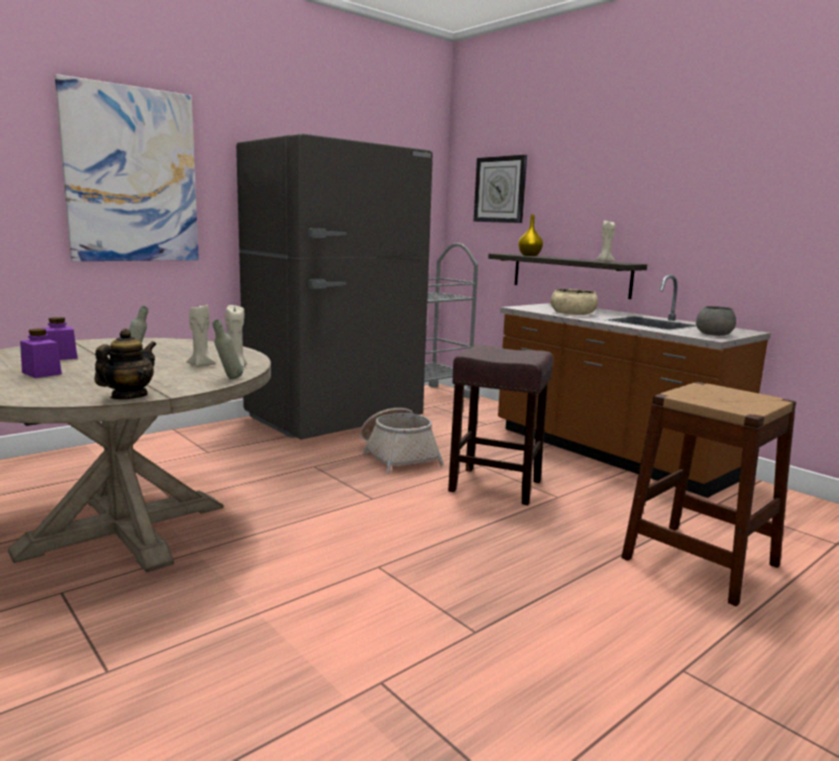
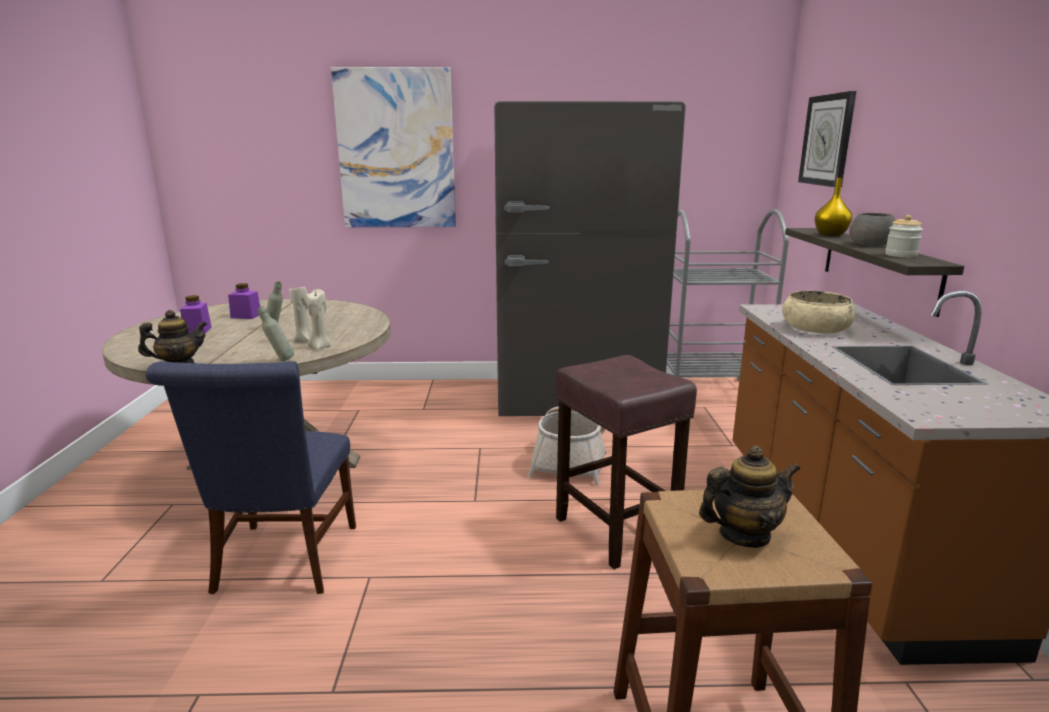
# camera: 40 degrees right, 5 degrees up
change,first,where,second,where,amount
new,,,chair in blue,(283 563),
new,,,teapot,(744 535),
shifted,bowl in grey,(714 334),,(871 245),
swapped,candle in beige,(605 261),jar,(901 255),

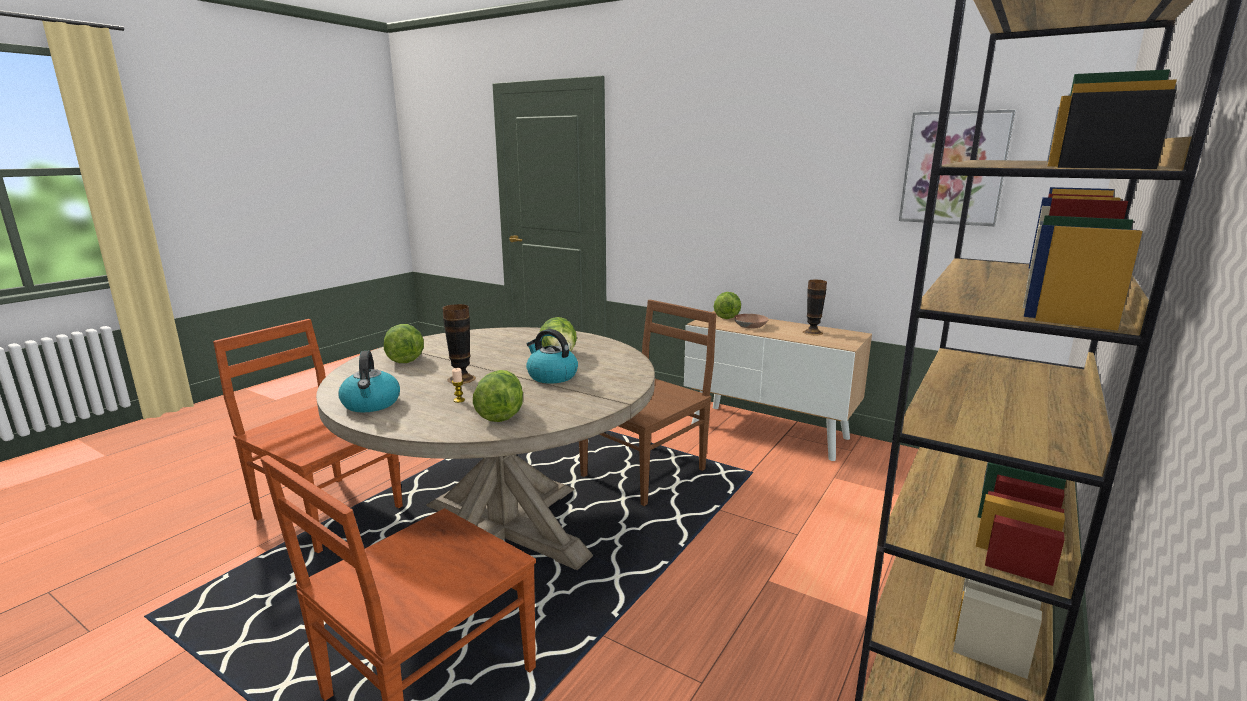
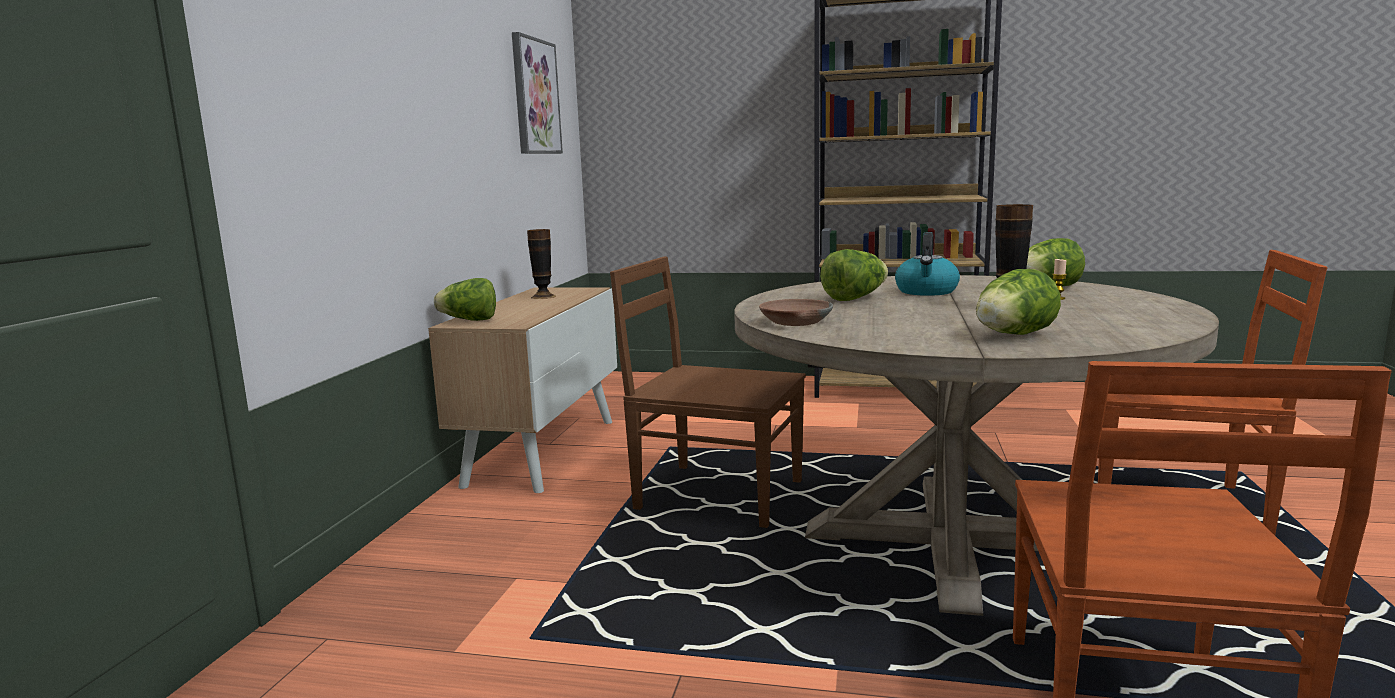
# camera: 110 degrees left, 5 degrees down
change,first,where,second,where,amount
gone,kettle,(371 404),,,
shifted,bowl in brown,(750 325),,(794 322),

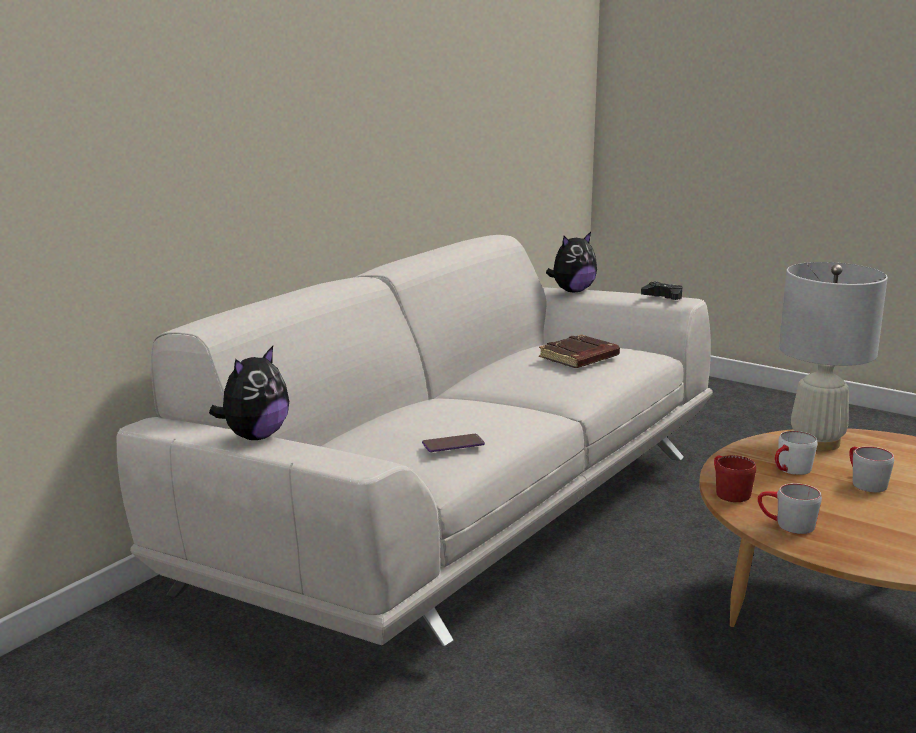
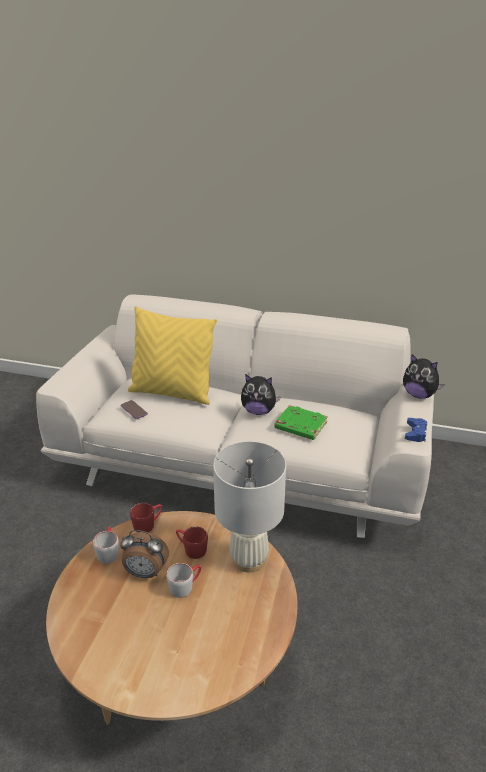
# camera: 70 degrees right, 15 degrees up
change,first,where,second,where,amount
new,,,alarm clock,(145 573),
new,,,pillow in yellow,(172 392),
shifted,plush toy,(254 436),,(258 411),
repainted,book in brown,(579 358),book in green,(300 426),
repainted,game controller in black,(663 297),game controller in blue,(415 433),
repainted,mug in white,(790 470),mug in red,(191 549),

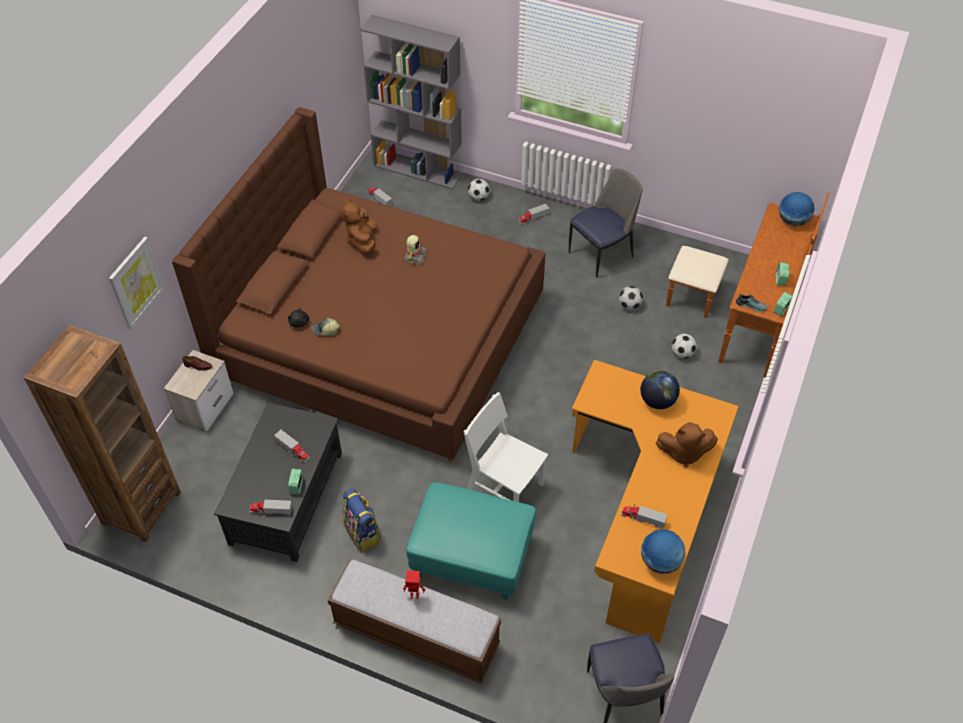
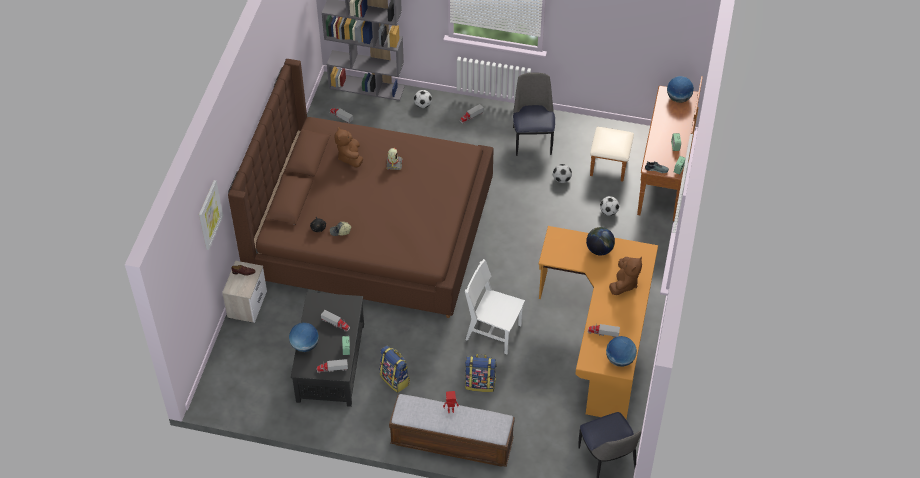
# camera: 10 degrees left, 0 degrees up
change,first,where,second,where,amount
gone,bookcase in brown,(141 507),,,
new,,,globe,(305 345),
swapped,ottoman in turquoise,(472 556),backpack,(480 383),
rotated,chair,(602 253),,(532 139),45 degrees counterclockwise
rotated,plush toy in brown,(683 453),,(624 284),60 degrees counterclockwise

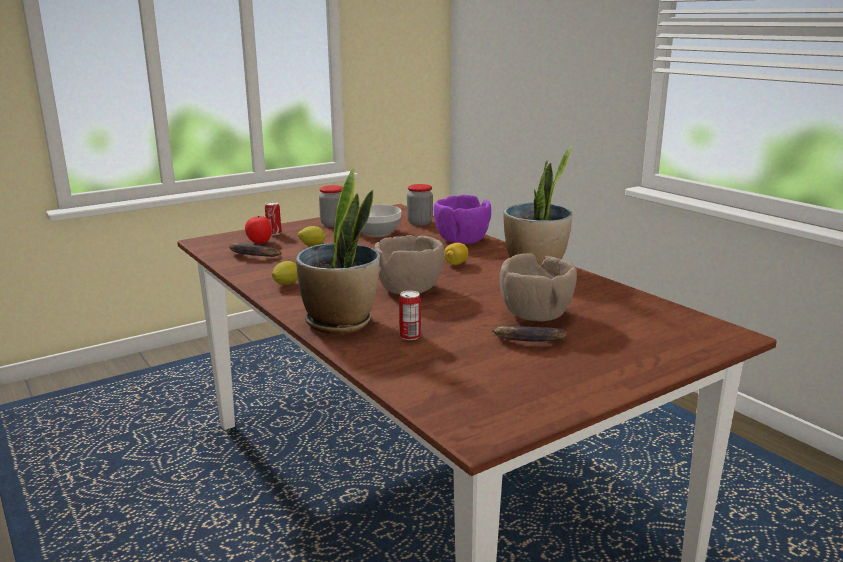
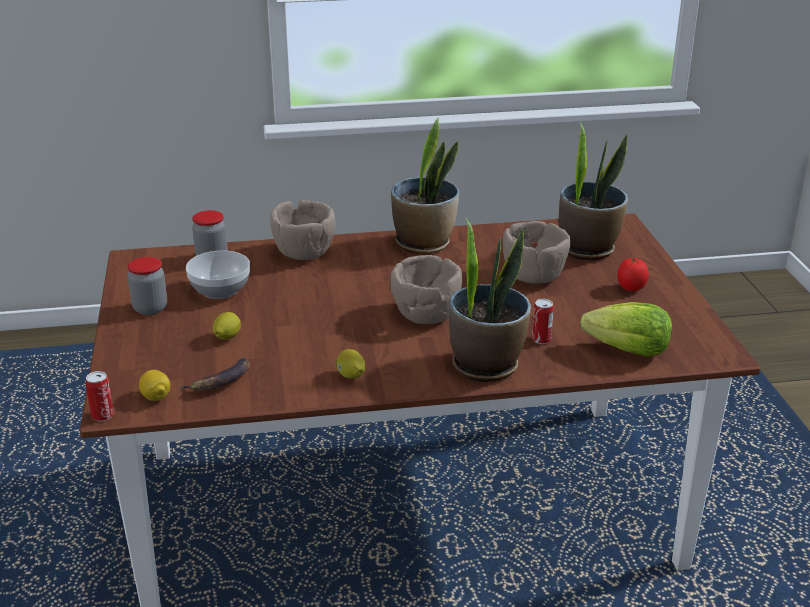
# camera: 65 degrees left, 10 degrees up
change,first,where,second,where,amount
gone,banana,(528 340),,,
new,,,potted plant,(587 249),
new,,,lettuce,(628 351),
shifted,tomato,(259 242),,(630 288),
shifted,can,(274 233),,(102 415),
shifted,lemon,(456 264),,(156 397),
repainted,bowl in purple,(461 240),bowl in brown,(304 253),

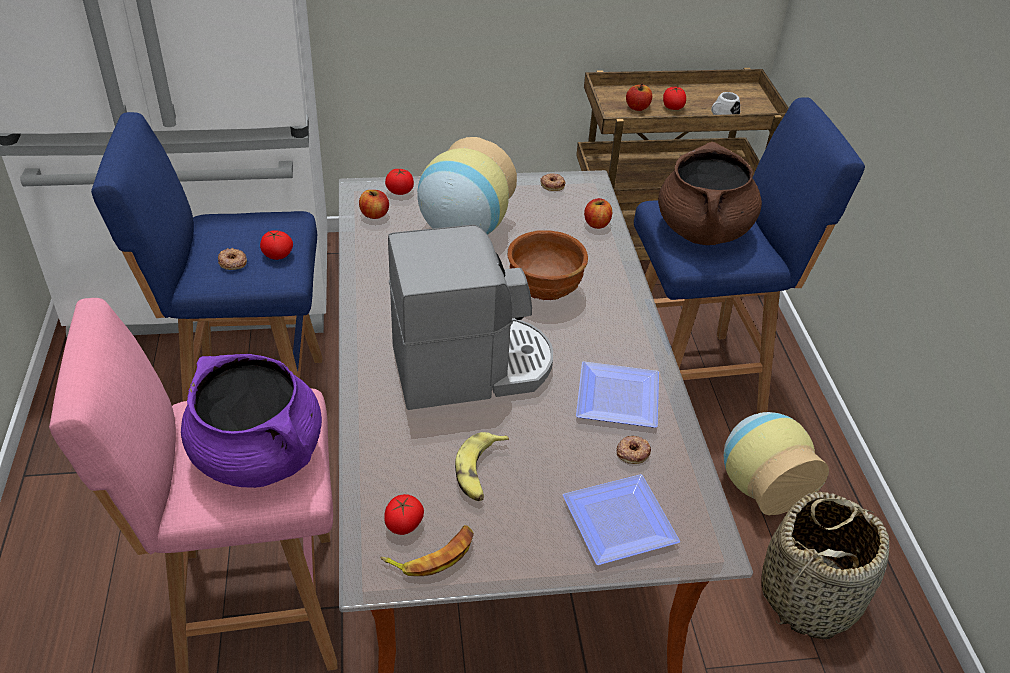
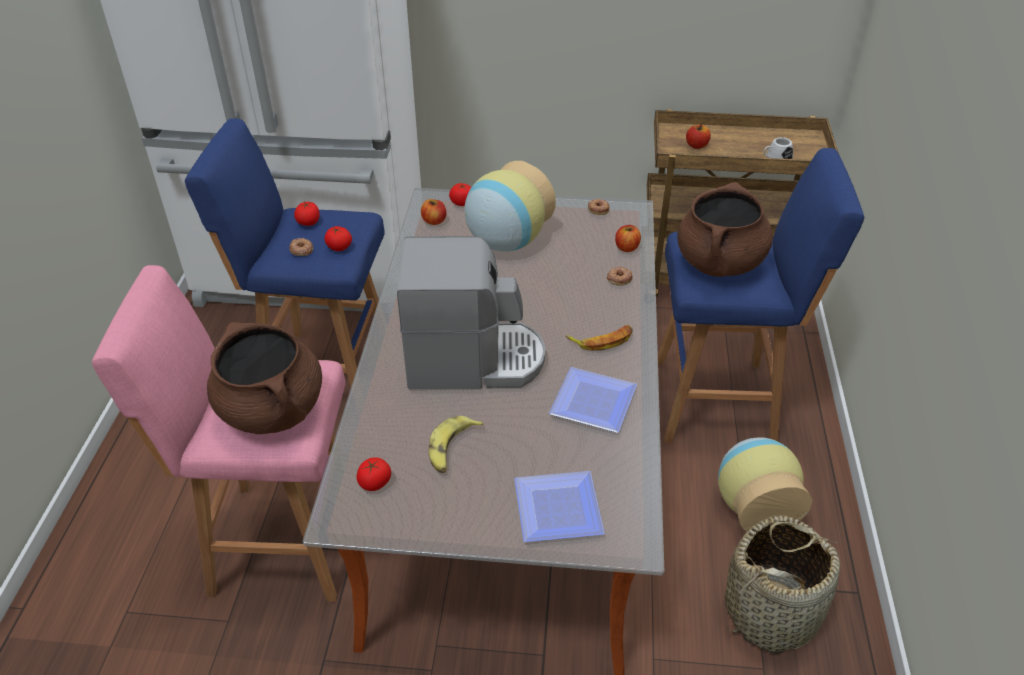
# camera: 15 degrees right, 0 degrees up
change,first,where,second,where,amount
gone,bowl in brown,(544 290),,,
shifted,banana,(432 555),,(602 340),
shifted,donut,(632 452),,(619 278),
shifted,tomato,(672 107),,(308 222),
repainted,cooking pot in purple,(259 455),cooking pot in brown,(272 409),

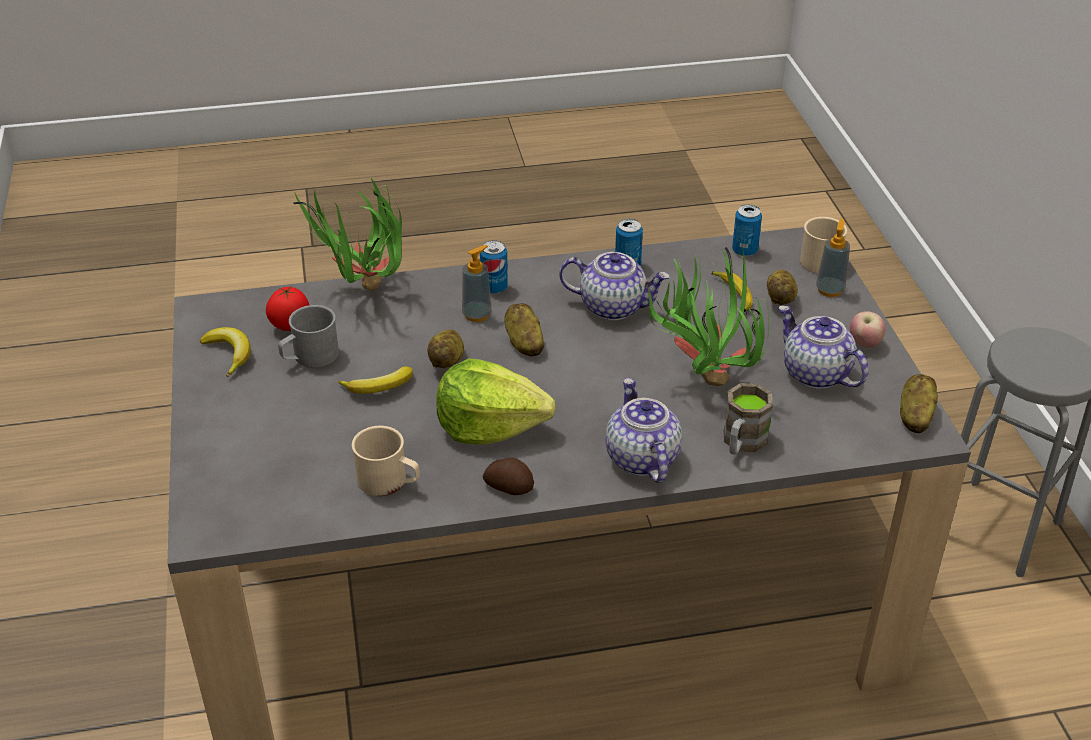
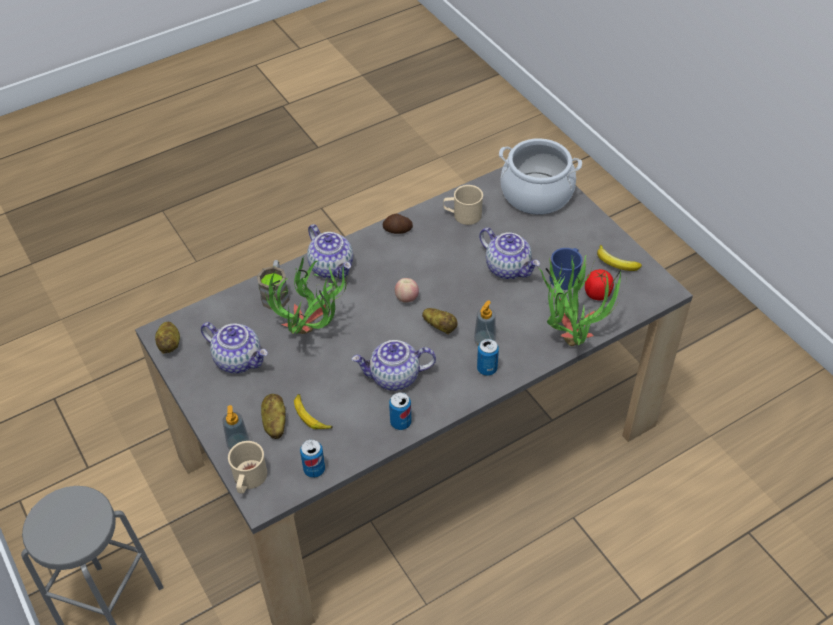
# camera: 160 degrees right, 10 degrees up
change,first,where,second,where,amount
gone,potato,(447 361),,,
gone,lettuce,(490 426),,,
new,,,cooking pot,(536 193),
shifted,apple,(864 344),,(406 298),
swapped,banana,(379 388),teapot,(508 268),
repainted,mug in grey,(310 357),mug in blue,(566 275),

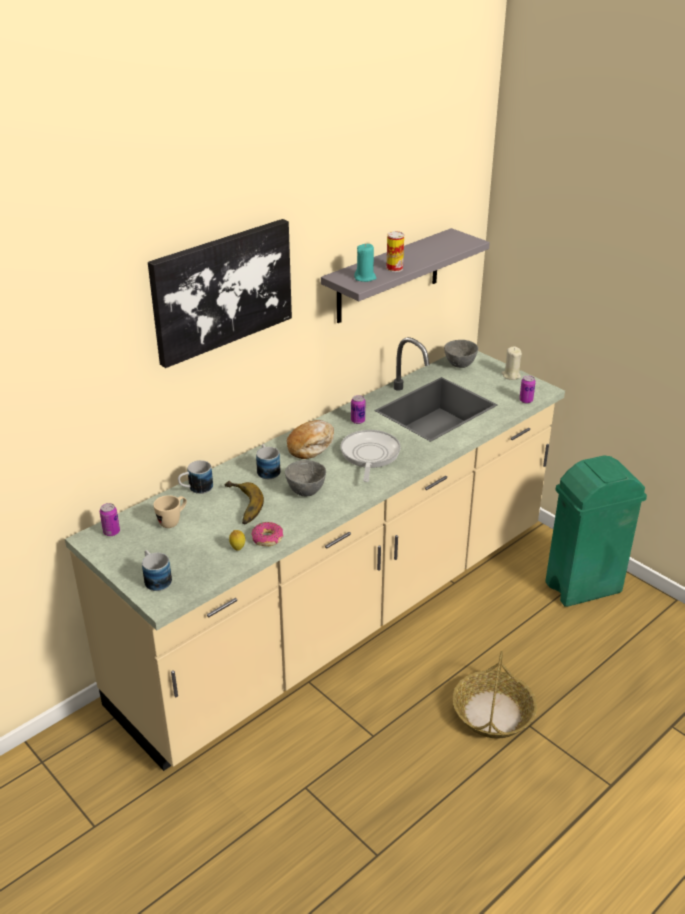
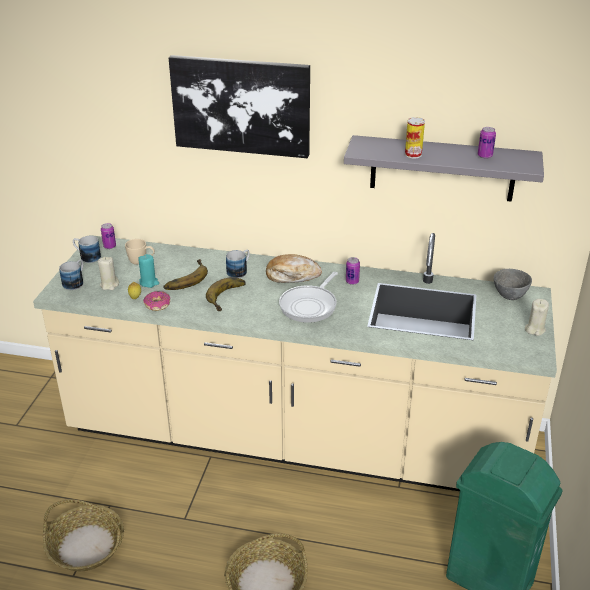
# camera: 55 degrees right, 0 degrees up
change,first,where,second,where,amount
new,,,basket,(85 546),
new,,,candle in beige,(109 285),
shifted,mug,(196 488),,(87 257),
shifted,candle in turquoise,(365 278),,(149 282),
shifted,can,(526 400),,(484 156),
swapped,bowl in grey,(305 492),banana,(229 297),
rotated,frying pan,(369 455),,(310 305),150 degrees clockwise

